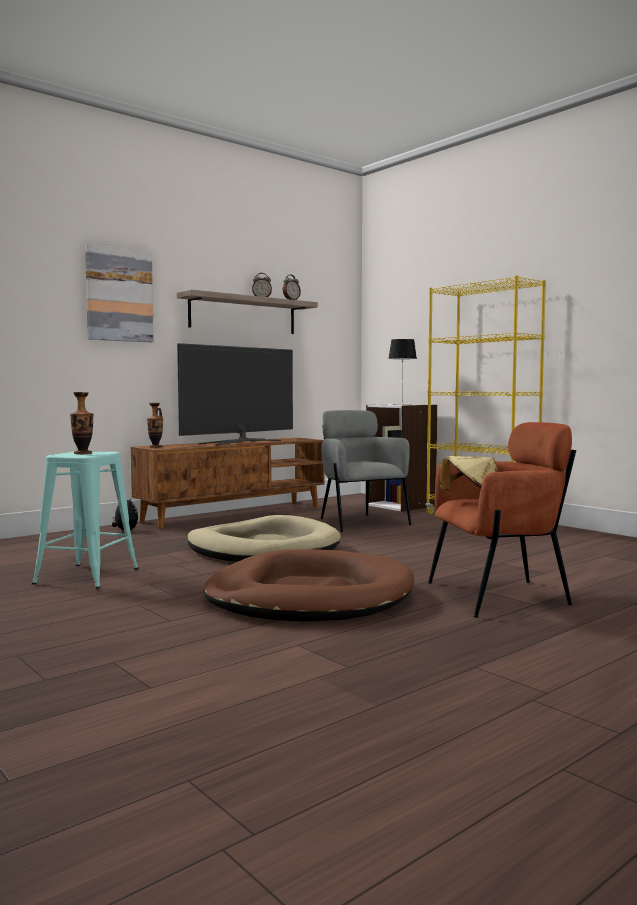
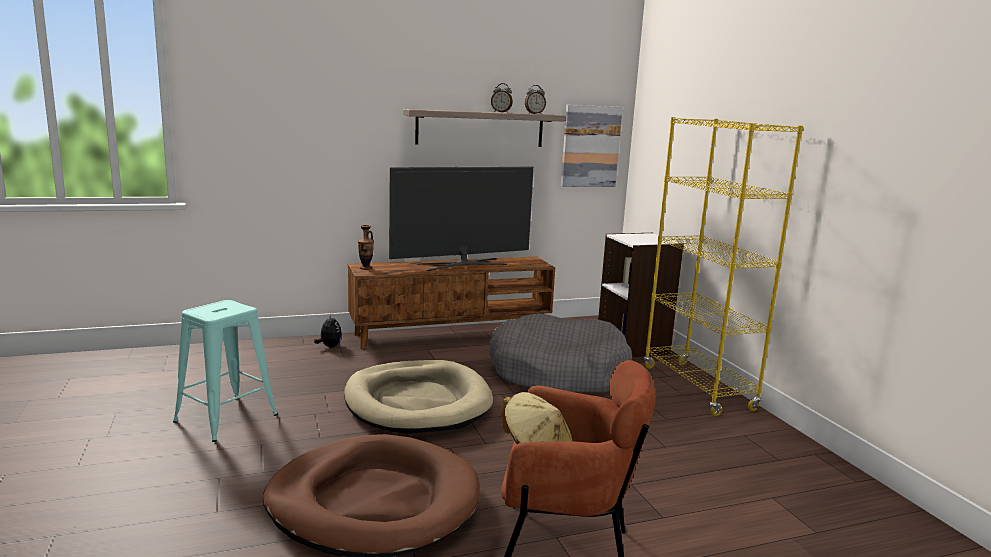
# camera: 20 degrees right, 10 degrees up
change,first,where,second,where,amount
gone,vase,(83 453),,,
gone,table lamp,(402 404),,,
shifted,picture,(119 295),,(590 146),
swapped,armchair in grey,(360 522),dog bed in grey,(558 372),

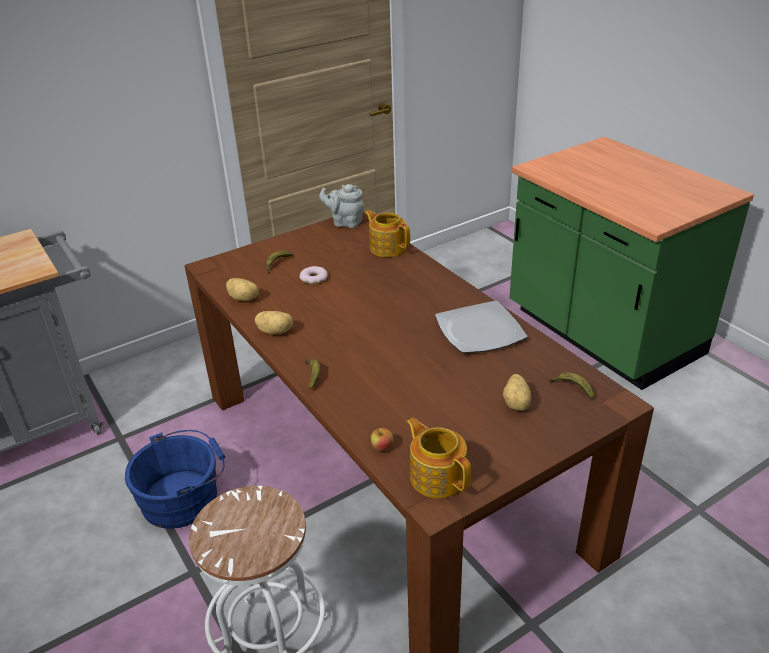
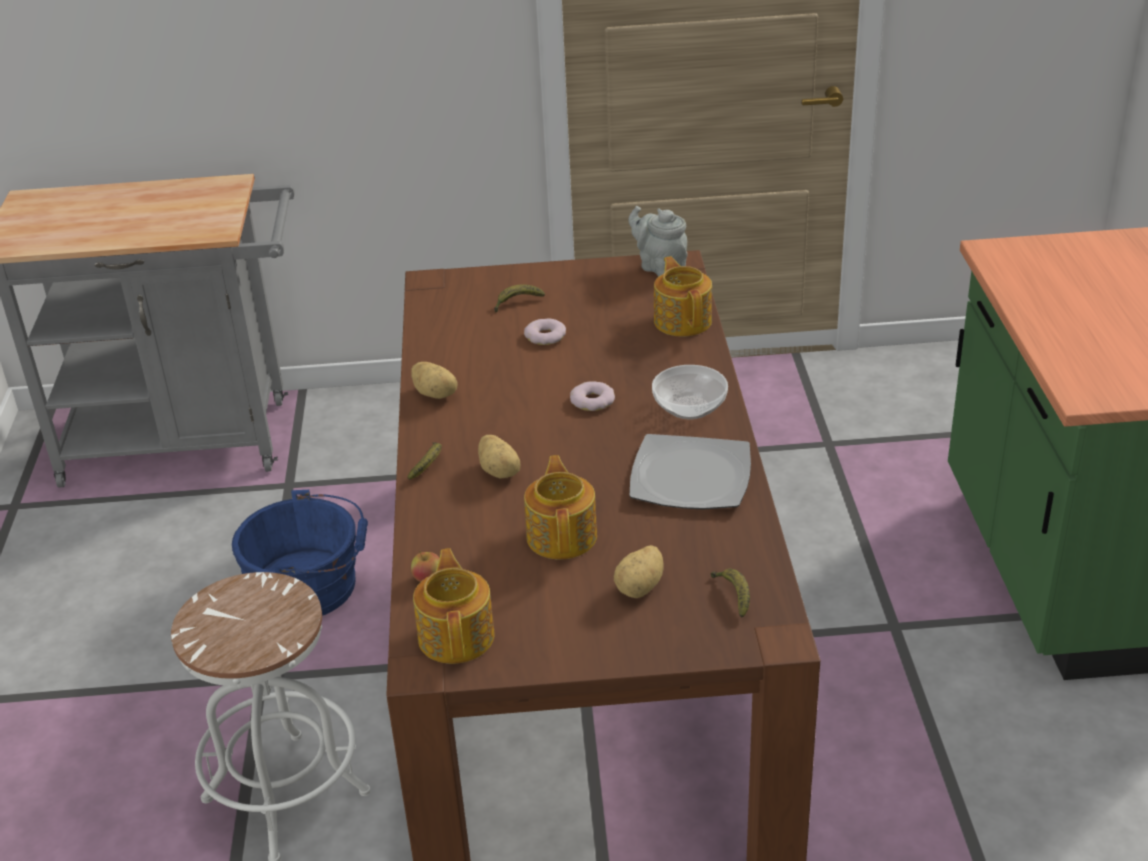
# camera: 30 degrees right, 0 degrees up
change,first,where,second,where,amount
new,,,teapot,(562 535),
new,,,donut,(592 401),
new,,,bowl,(690 407),
shifted,potato,(244 298),,(500 471),

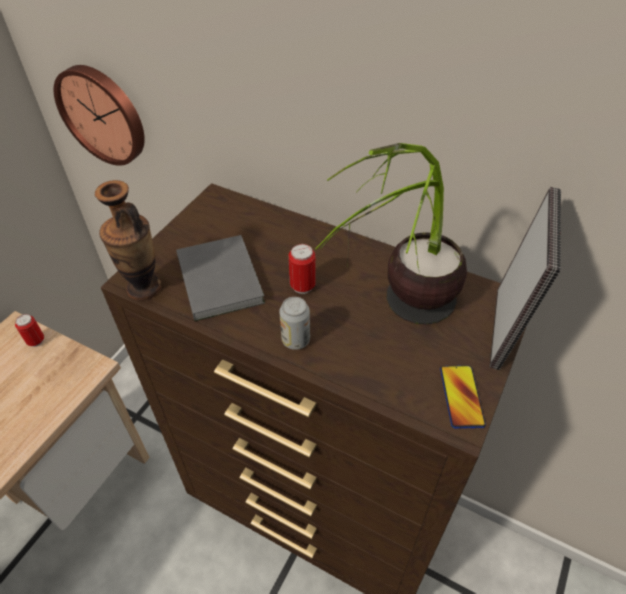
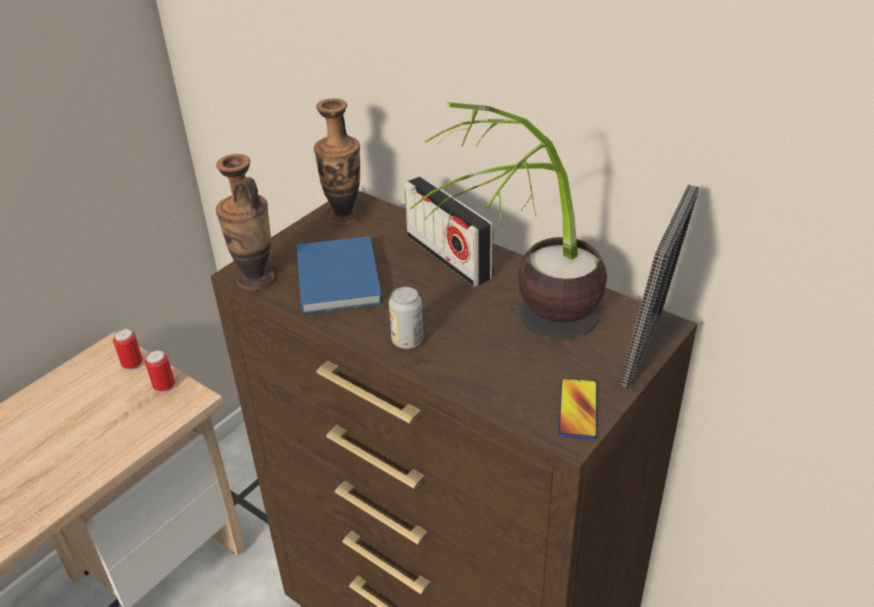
# camera: 10 degrees right, 10 degrees down
change,first,where,second,where,amount
gone,wall clock,(103 114),,,
new,,,vase,(344 216),
new,,,radio,(448 257),
shifted,can,(302 286),,(164 387),
repainted,book in grey,(220 277),book in blue,(340 277),

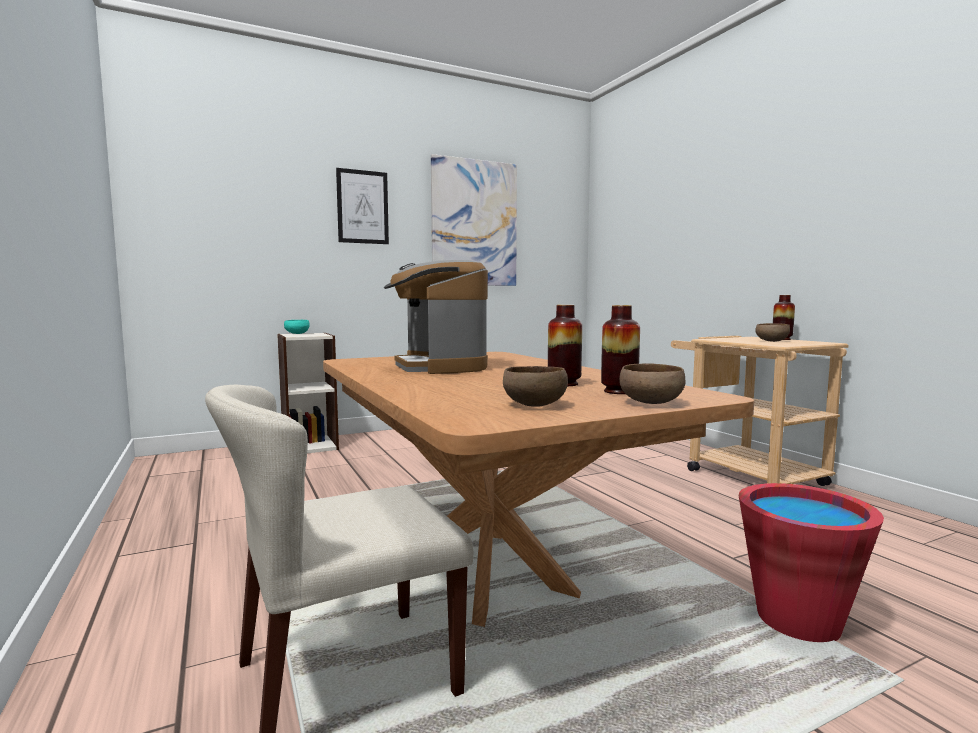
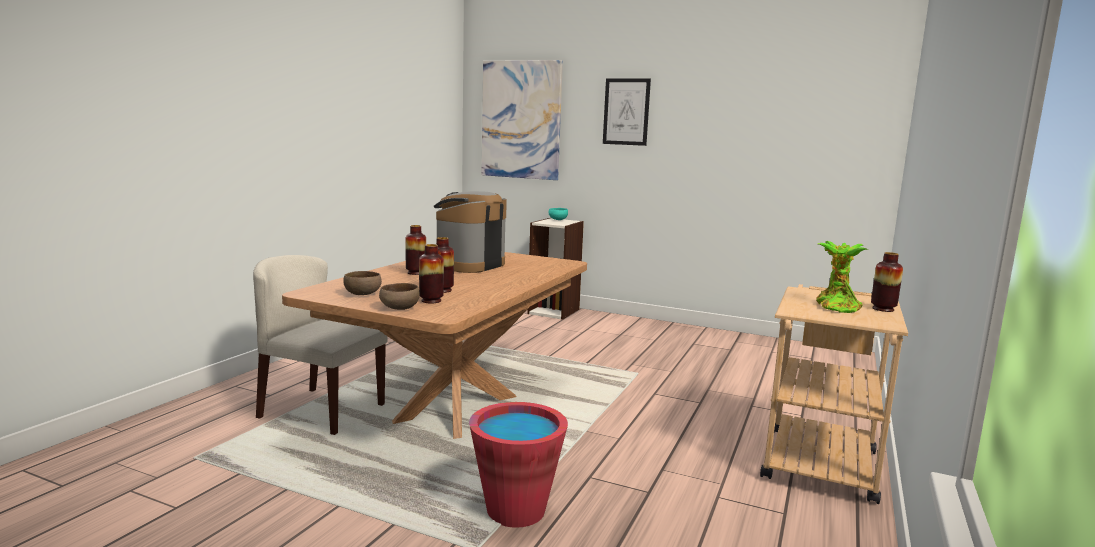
# camera: 50 degrees right, 5 degrees up
change,first,where,second,where,amount
new,,,vase,(416 273),
shifted,picture,(474 223),,(521 120),
swapped,bowl in brown,(771 341),potted plant,(836 307),

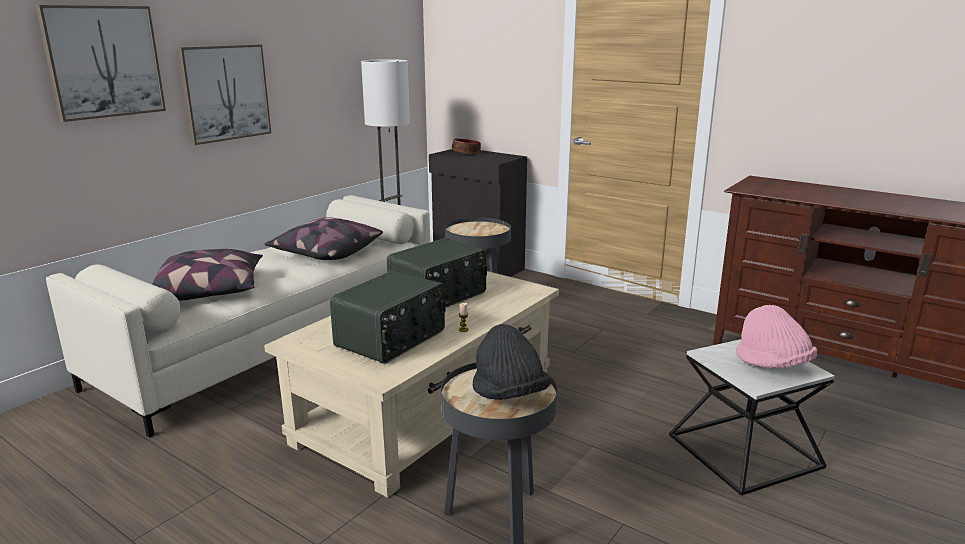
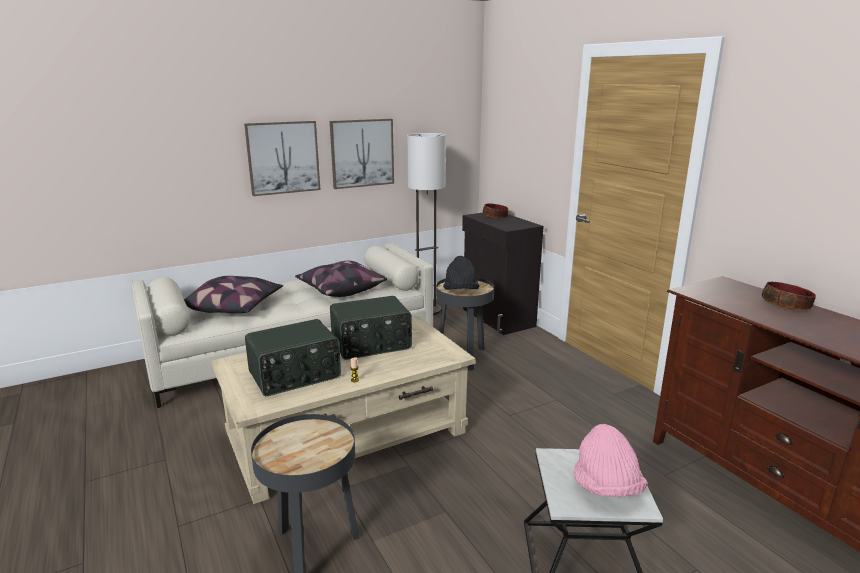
# camera: 25 degrees right, 0 degrees up
change,first,where,second,where,amount
new,,,bowl,(786 305),
shifted,picture,(103 62),,(362 153),
shifted,hat in black,(509 395),,(460 292),

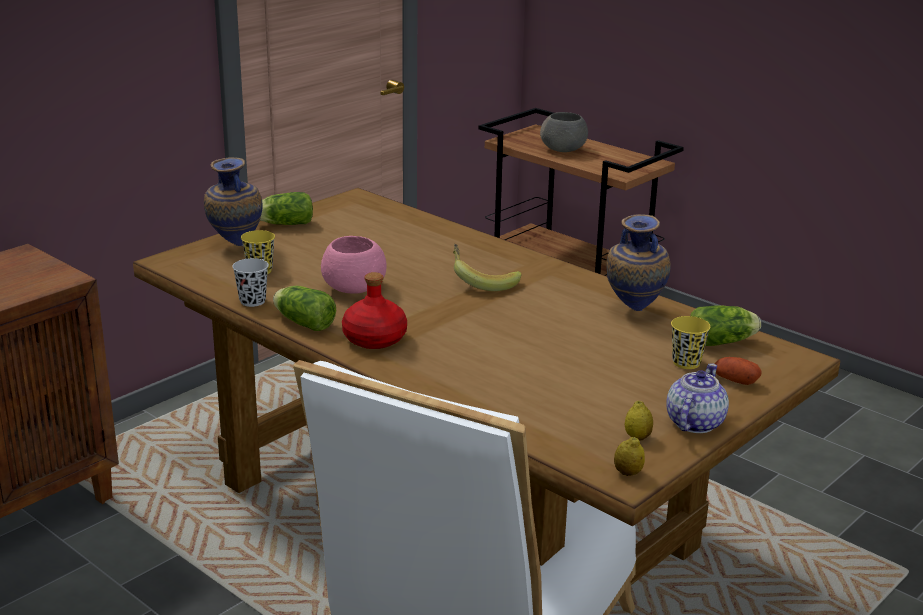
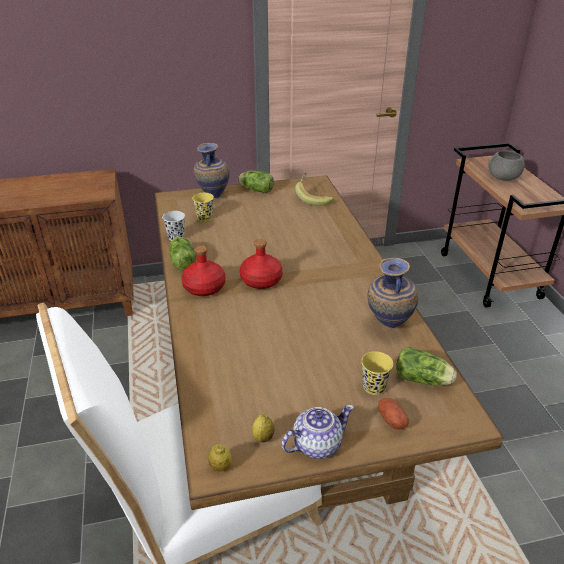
# camera: 35 degrees right, 10 degrees up
change,first,where,second,where,amount
gone,bowl in pink,(353 288),,,
new,,,bottle in red,(261 280),
shifted,banana,(483 282),,(313 198),

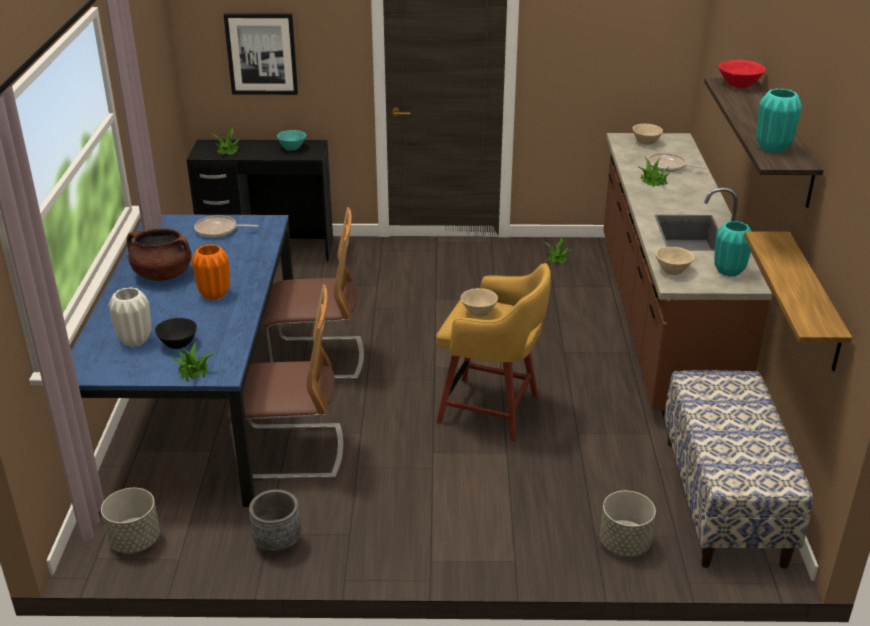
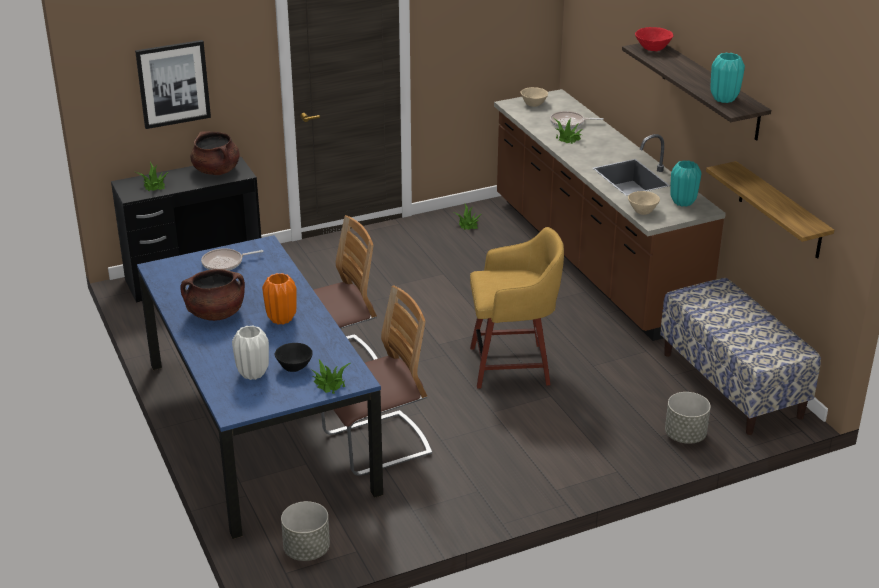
# camera: 25 degrees left, 0 degrees up
change,first,where,second,where,amount
gone,planter in grey,(277 543),,,
gone,bowl in beige,(479 311),,,
swapped,bowl in turquoise,(293 148),cooking pot in brown,(216 171),

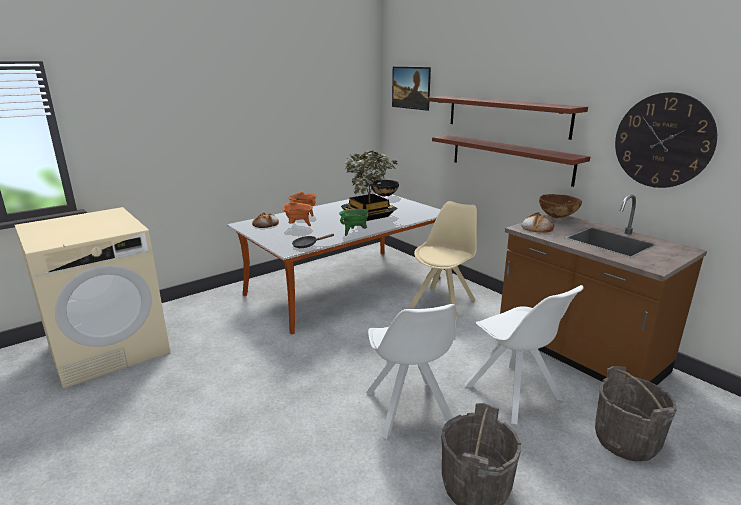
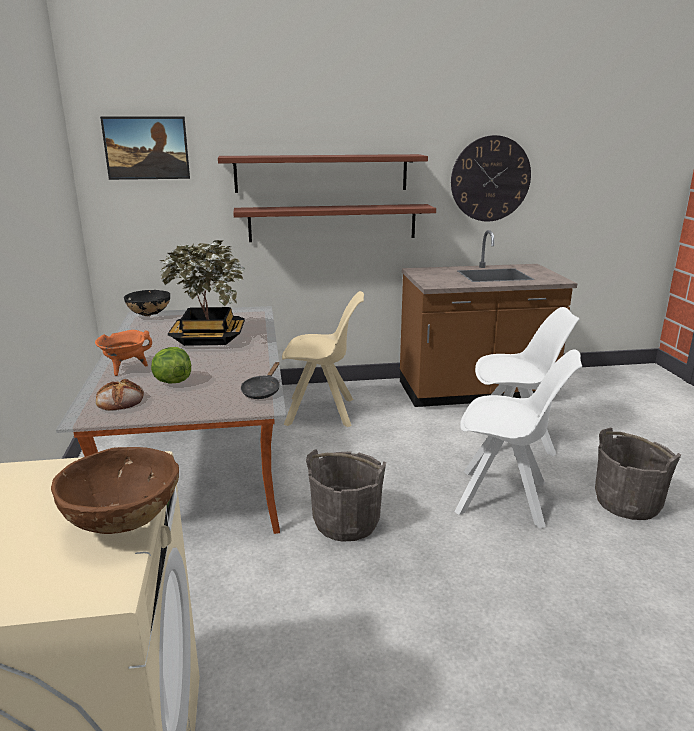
# camera: 60 degrees left, 0 degrees up
change,first,where,second,where,amount
gone,cooking pot in green,(354 232),,,
gone,bread,(537 227),,,
shifted,bowl in brown,(557 217),,(124 523),
shifted,bucket in grey,(626 440),,(346 522),
swapped,cooking pot in orange,(298 226),lettuce,(172 381),
rotated,chair in beige,(443 302),,(322 412),120 degrees clockwise

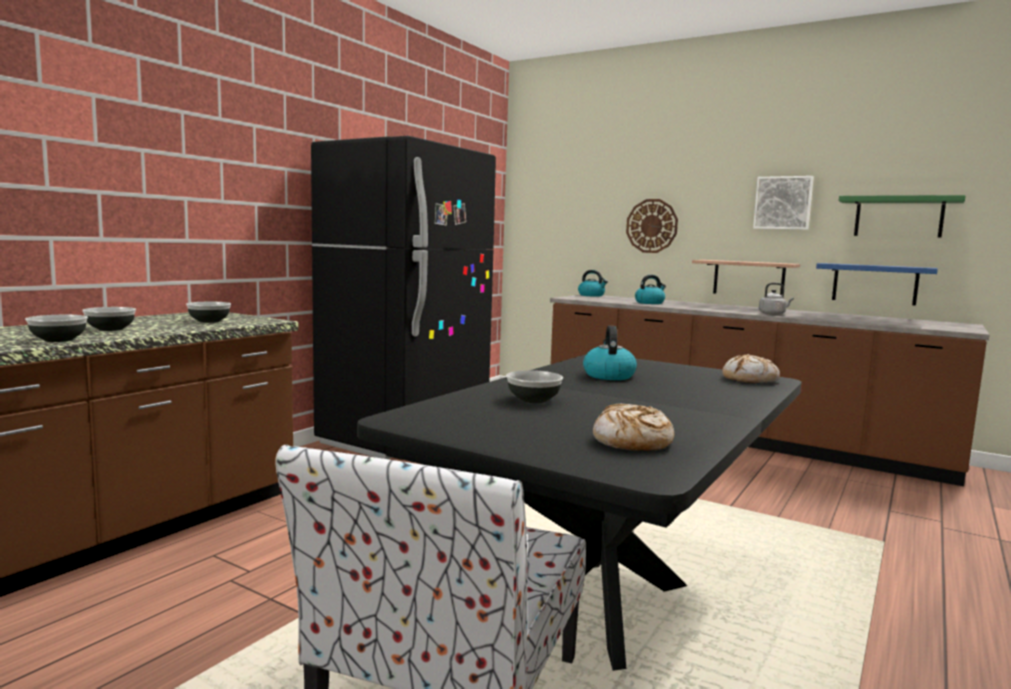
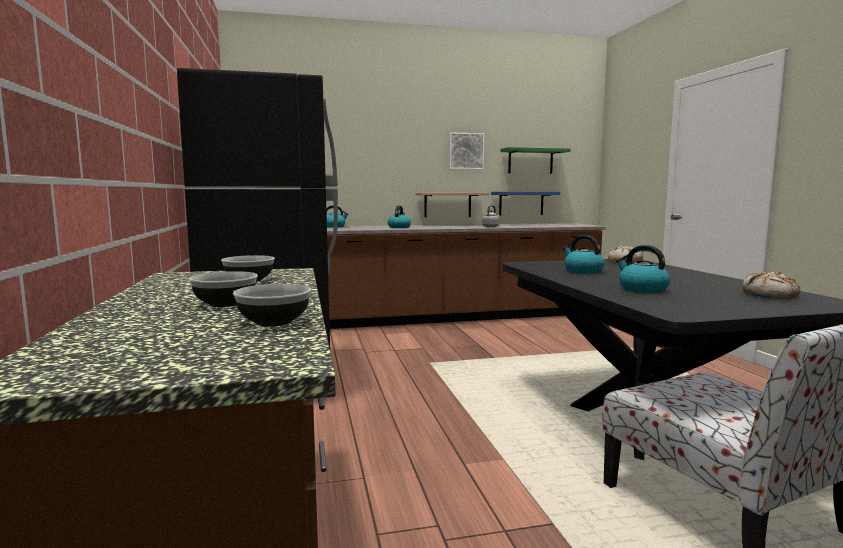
# camera: 45 degrees left, 0 degrees up
change,first,where,second,where,amount
gone,wall clock,(651 226),,,
swapped,bowl,(533 400),kettle,(642 289),

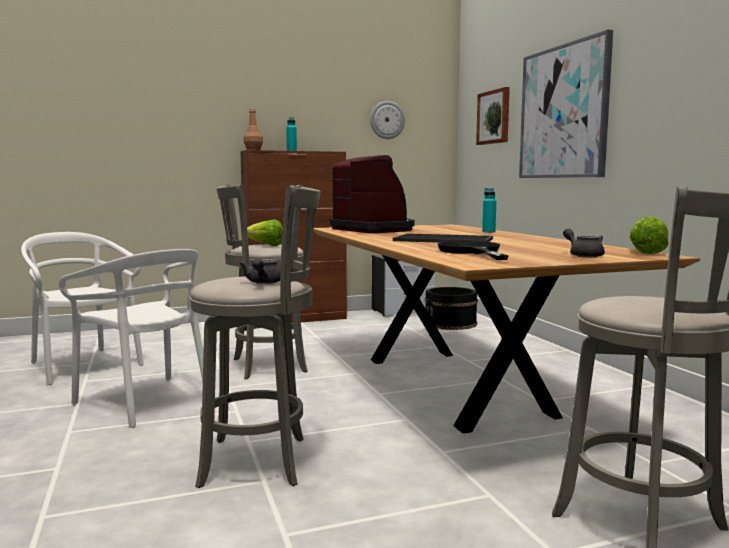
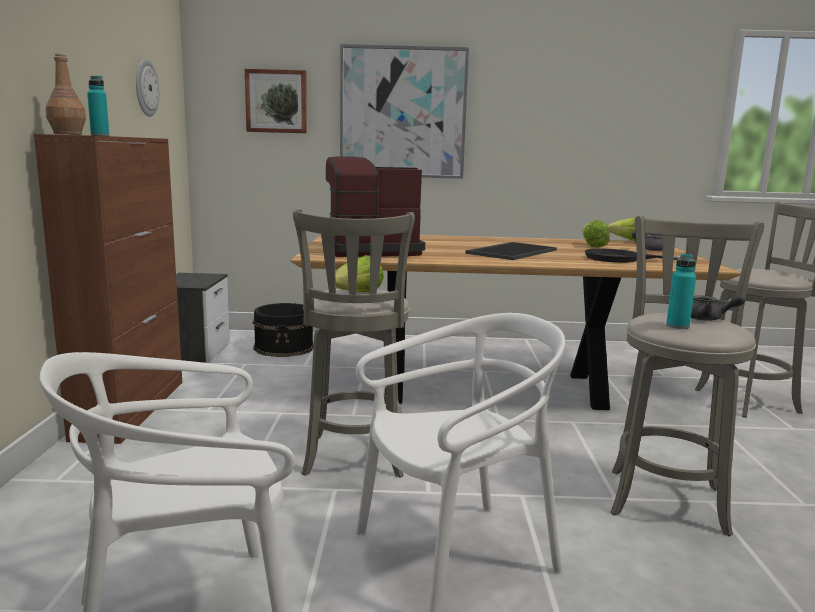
# camera: 70 degrees left, 5 degrees up
change,first,where,second,where,amount
new,,,lettuce,(592 246),
shifted,bottle in turquoise,(488 232),,(677 326),

